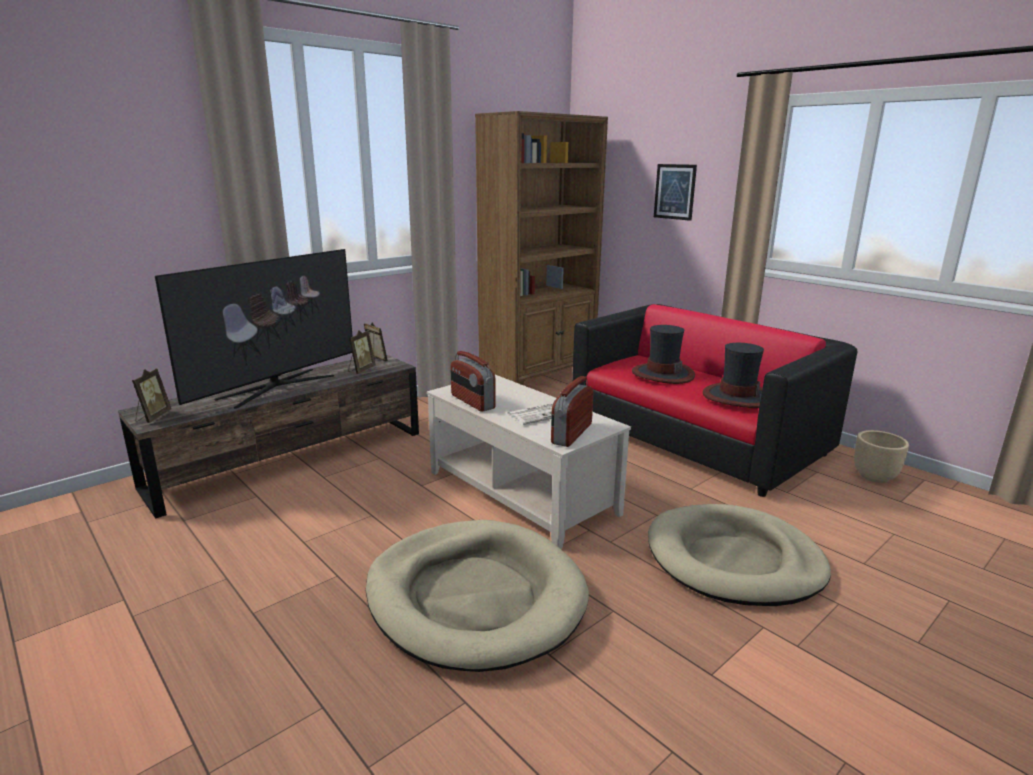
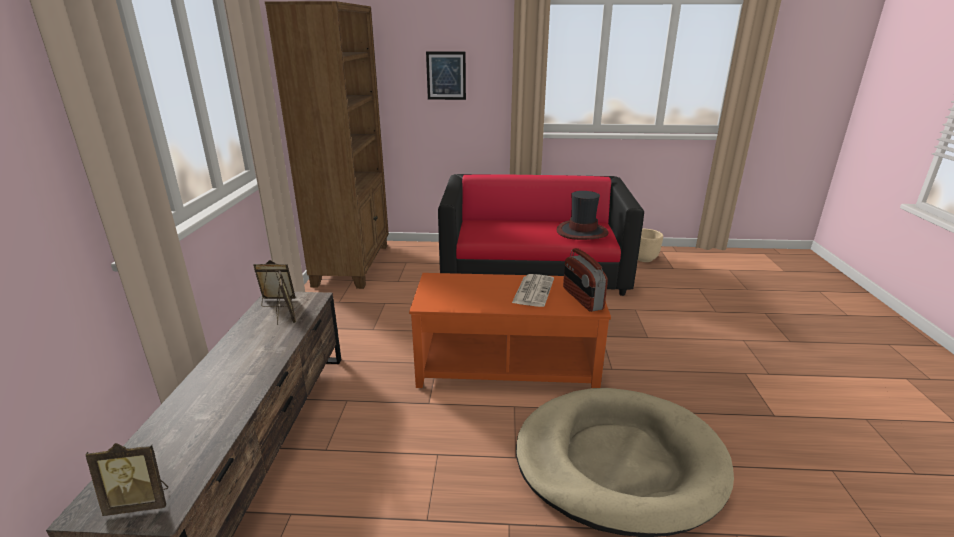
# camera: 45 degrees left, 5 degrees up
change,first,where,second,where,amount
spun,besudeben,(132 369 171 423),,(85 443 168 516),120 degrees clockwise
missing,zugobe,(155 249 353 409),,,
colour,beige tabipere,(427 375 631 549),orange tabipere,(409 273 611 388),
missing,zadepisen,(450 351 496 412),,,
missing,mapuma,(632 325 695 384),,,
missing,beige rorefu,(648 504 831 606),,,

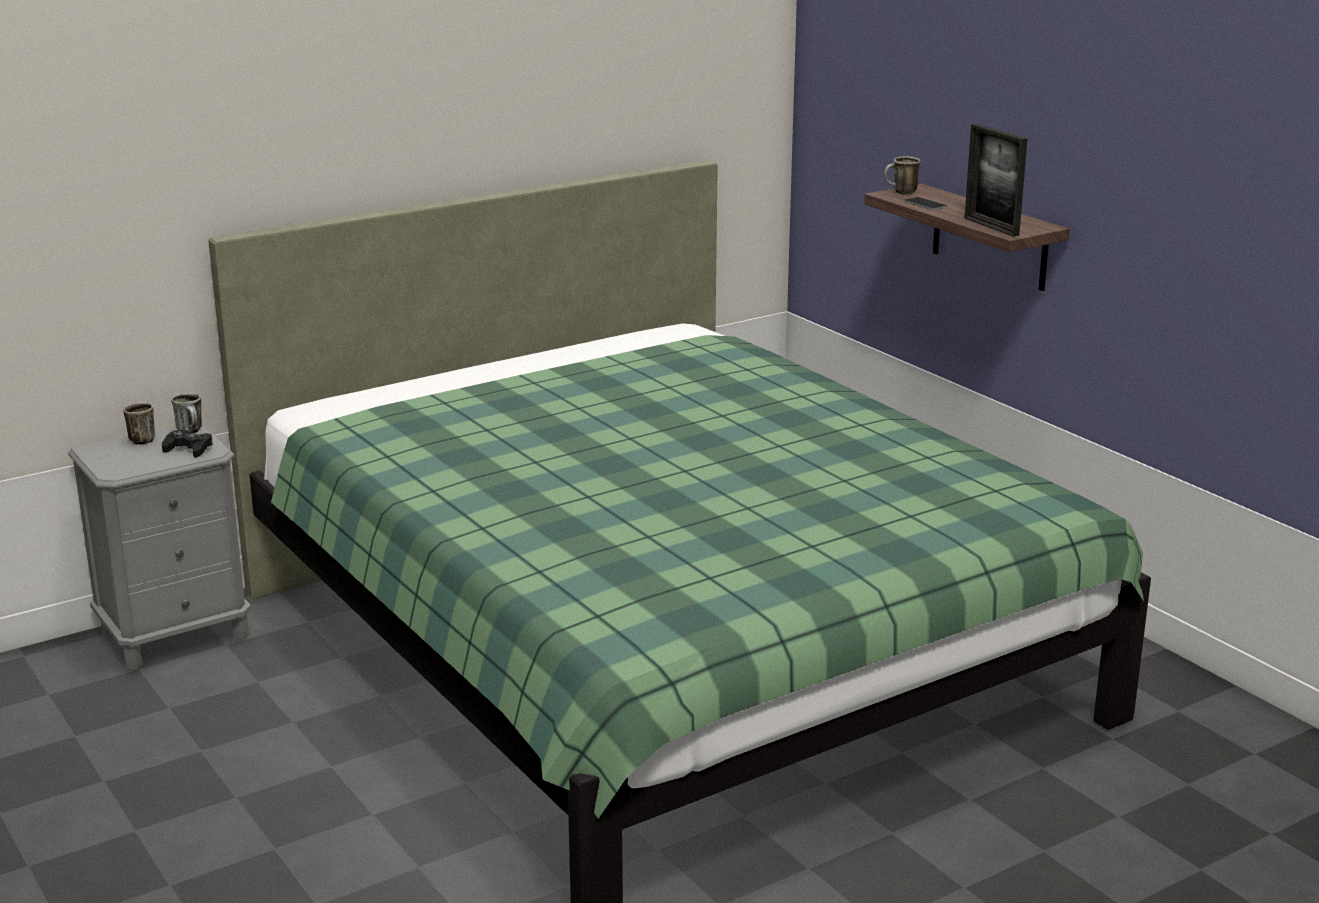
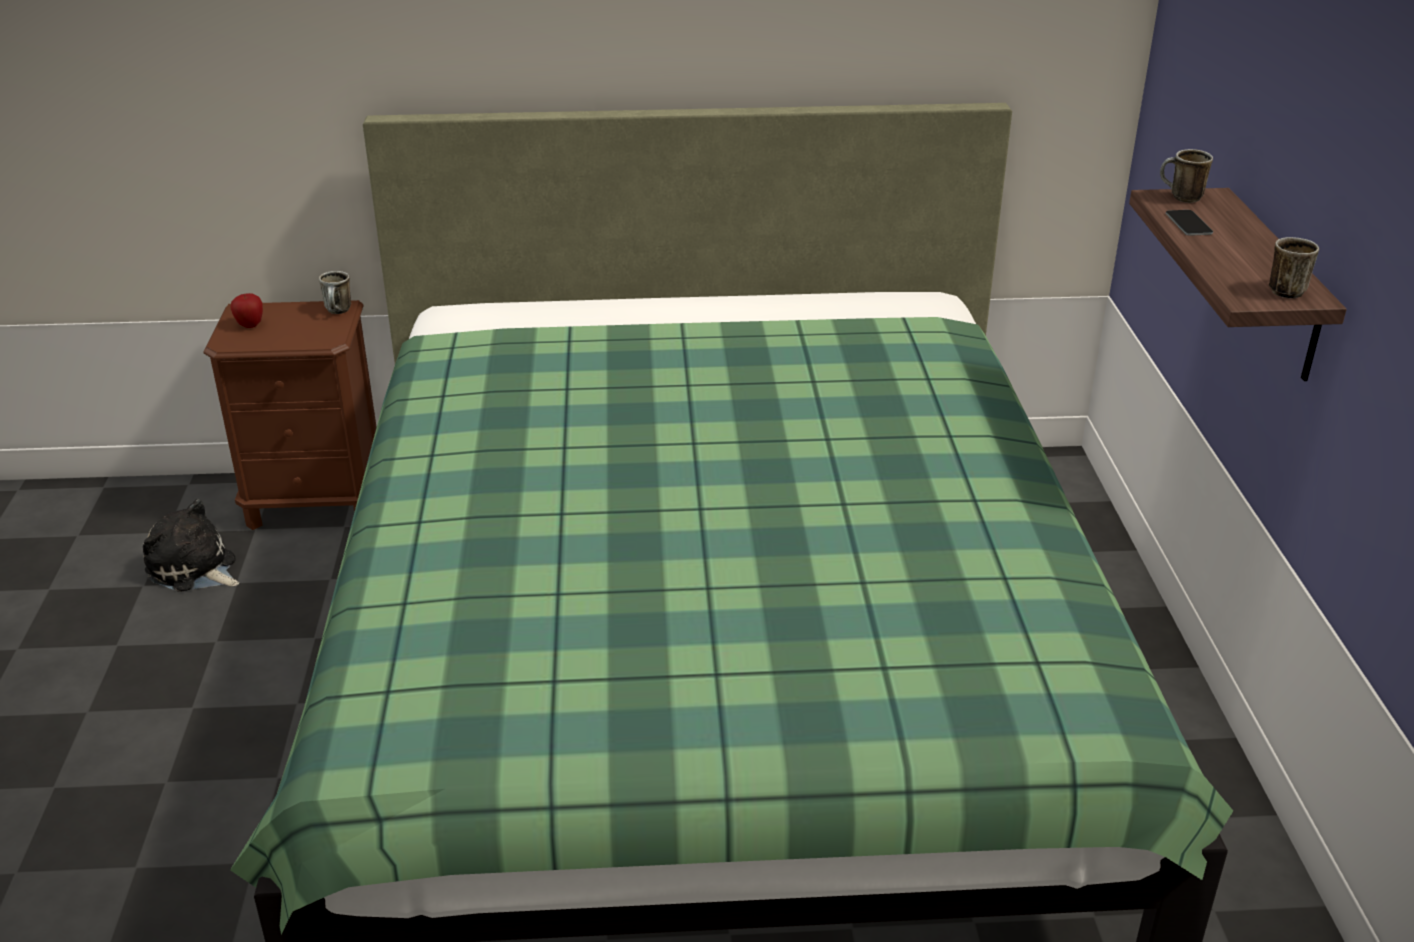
# camera: 30 degrees right, 10 degrees up
change,first,where,second,where,amount
colour,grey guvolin,(68 425 251 670),brown guvolin,(204 300 377 530),
relocated,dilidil,(123 402 155 445),,(1269 237 1319 298),
missing,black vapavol,(162 429 213 458),,,
missing,besudeben,(964 124 1028 237),,,
appeared,,,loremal,(143 499 239 592),
appeared,,,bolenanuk,(230 293 263 328),

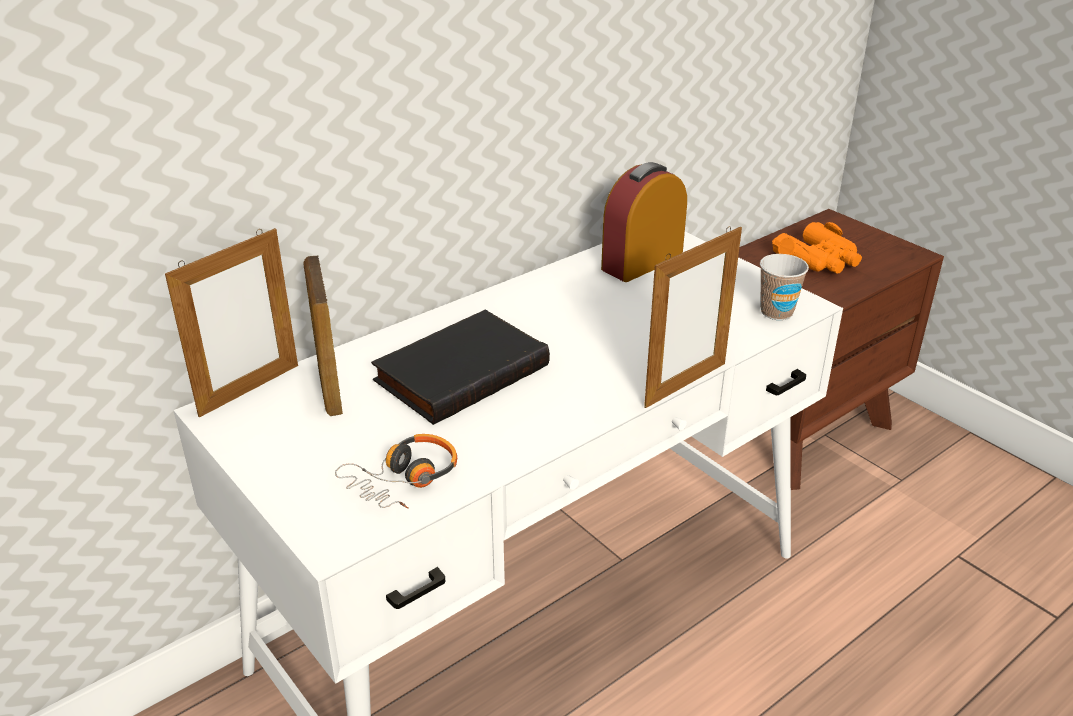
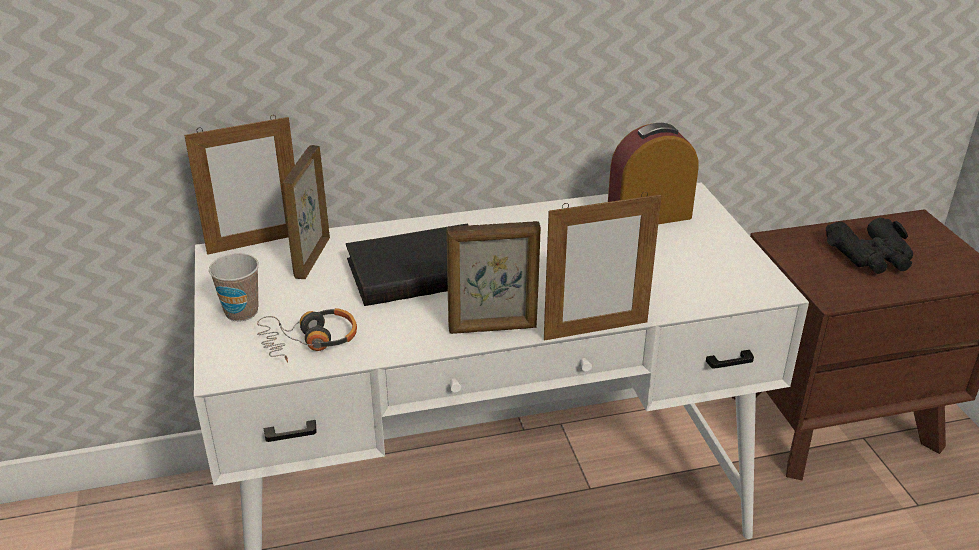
# camera: 25 degrees right, 0 degrees up
change,first,where,second,where,amount
relocated,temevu,(760 254 809 320),,(209 253 259 322),
colour,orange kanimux,(772 222 862 274),black kanimux,(826 218 913 274),
appeared,,,besudeben,(446 221 541 334),

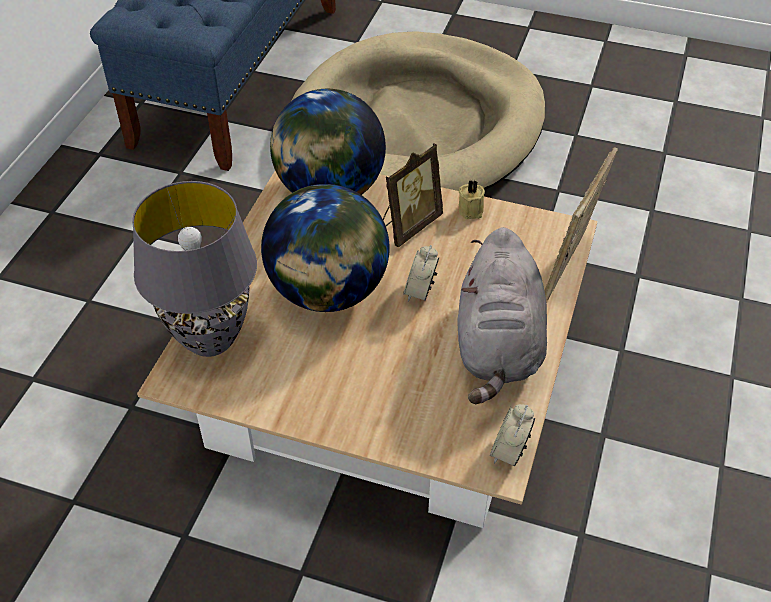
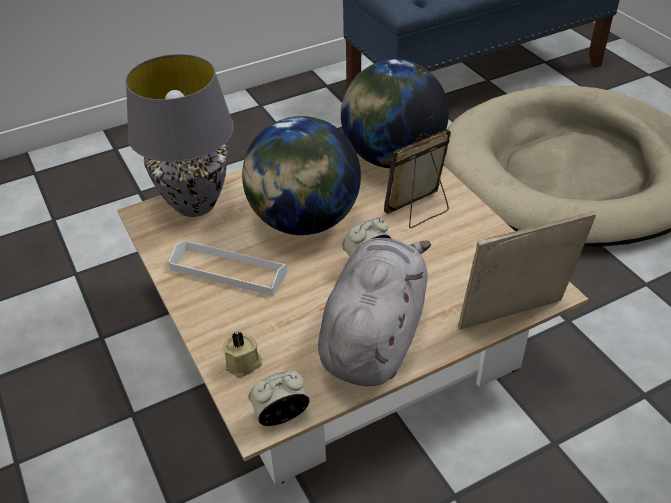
# camera: 45 degrees right, 5 degrees down
change,first,where,second,where,amount
spun,besudeben,(383 143 443 247),,(384 129 451 228),150 degrees clockwise
spun,grey loremal,(457 227 547 404),,(318 238 431 386),150 degrees clockwise
relocated,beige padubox,(458 180 485 219),,(223 332 262 378),
appeared,,,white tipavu,(169 240 287 296),

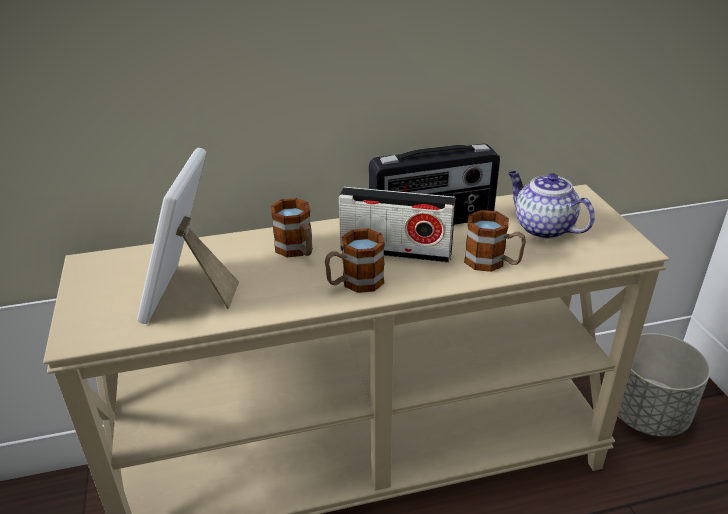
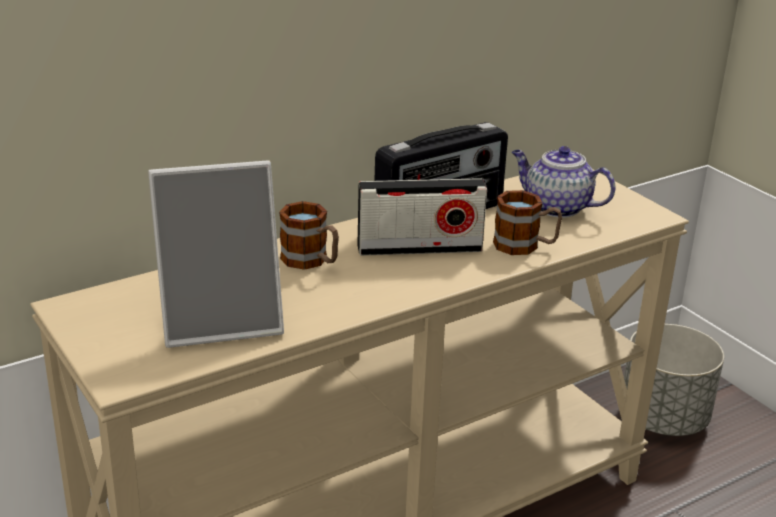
# camera: 20 degrees left, 5 degrees down
change,first,where,second,where,amount
spun,besudeben,(137 148 239 324),,(148 160 284 348),90 degrees counterclockwise
missing,dilidil,(325 228 385 293),,,

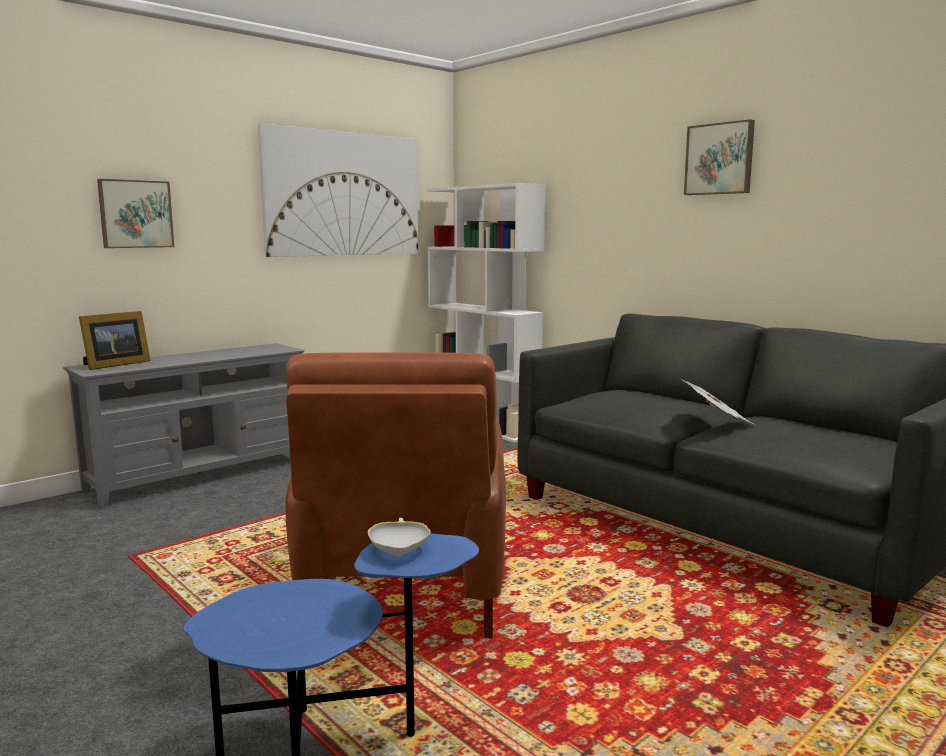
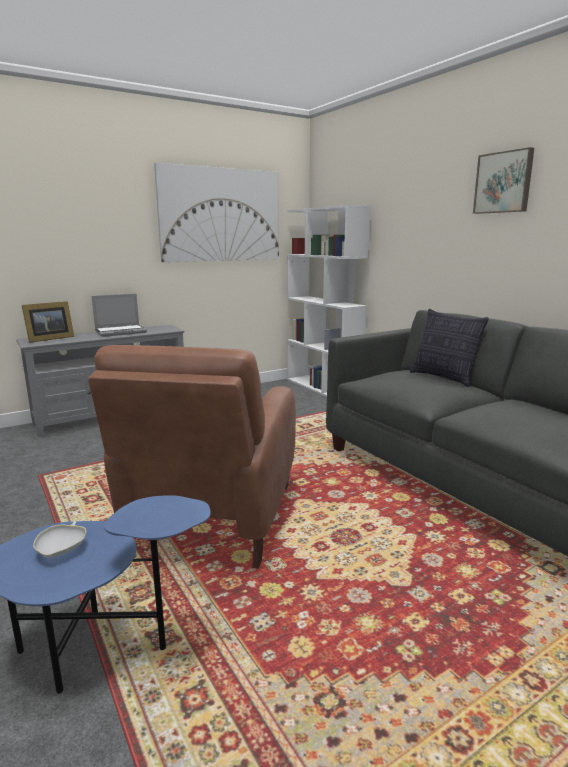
# camera: 10 degrees right, 5 degrees up
change,first,where,second,where,amount
missing,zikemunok,(97 179 174 248),,,
relocated,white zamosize,(368 518 431 556),,(33 521 86 558),
missing,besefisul,(680 379 756 425),,,
appeared,,,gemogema,(91 294 147 337),
appeared,,,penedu,(410 309 489 387),

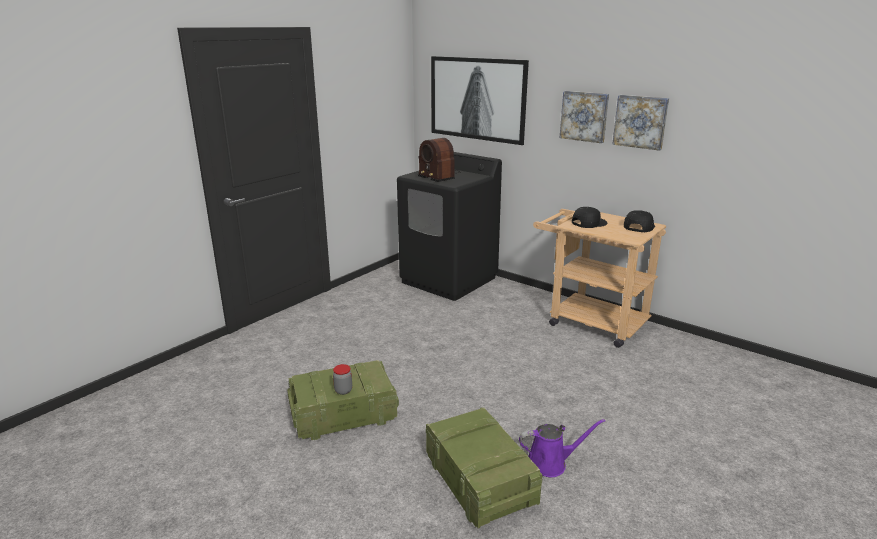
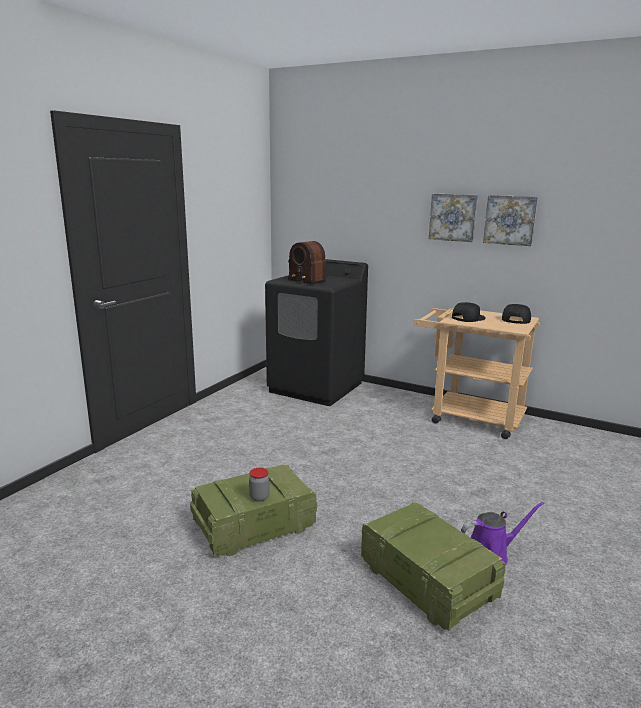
# camera: 10 degrees left, 5 degrees down
change,first,where,second,where,amount
missing,zikemunok,(431 56 529 145),,,

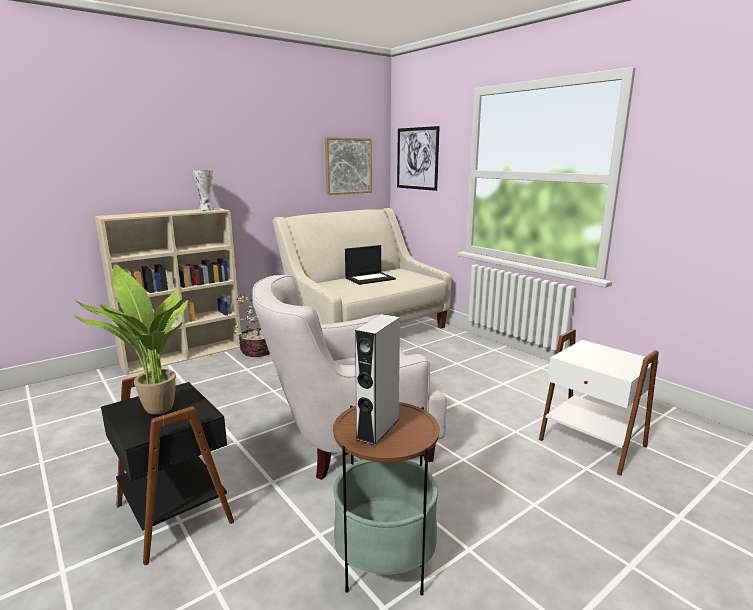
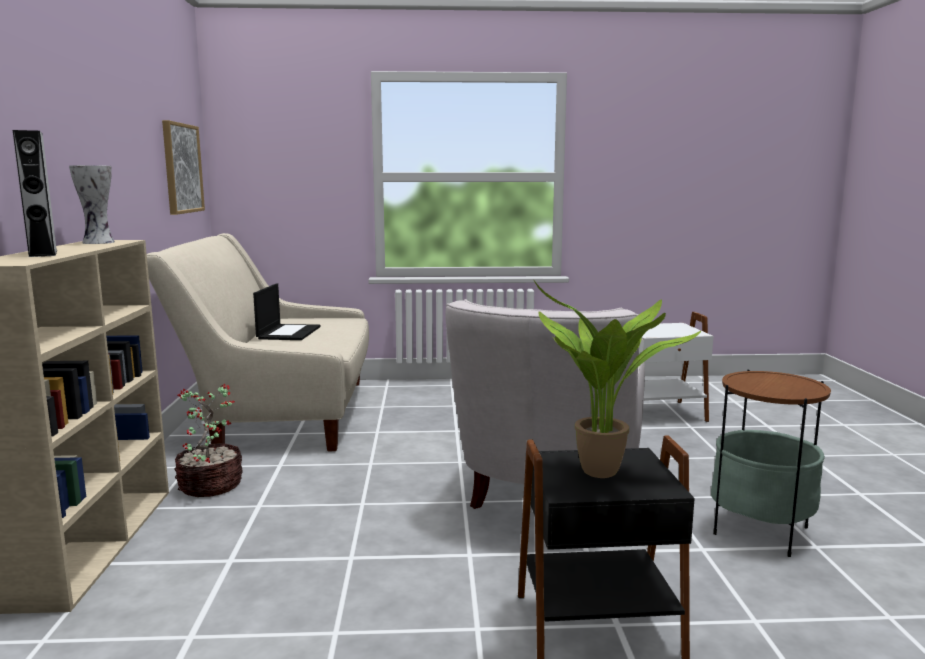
# camera: 55 degrees left, 5 degrees down
change,first,where,second,where,amount
relocated,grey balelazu,(355 314 400 445),,(13 130 57 257),
missing,zikemunok,(397 126 440 191),,,

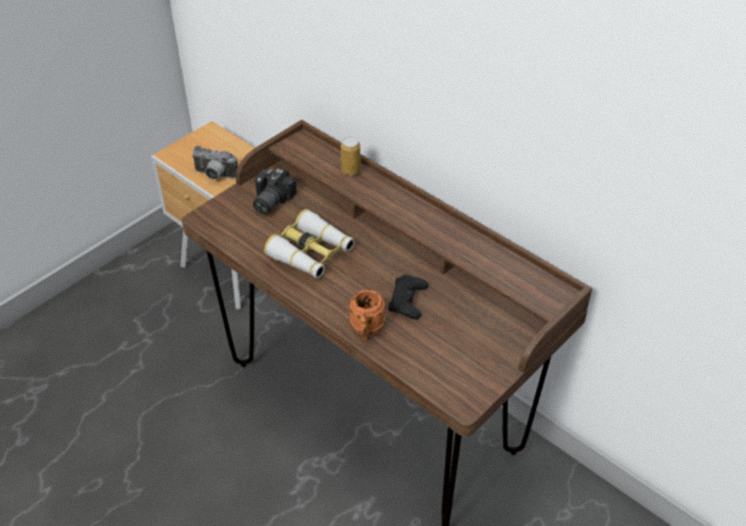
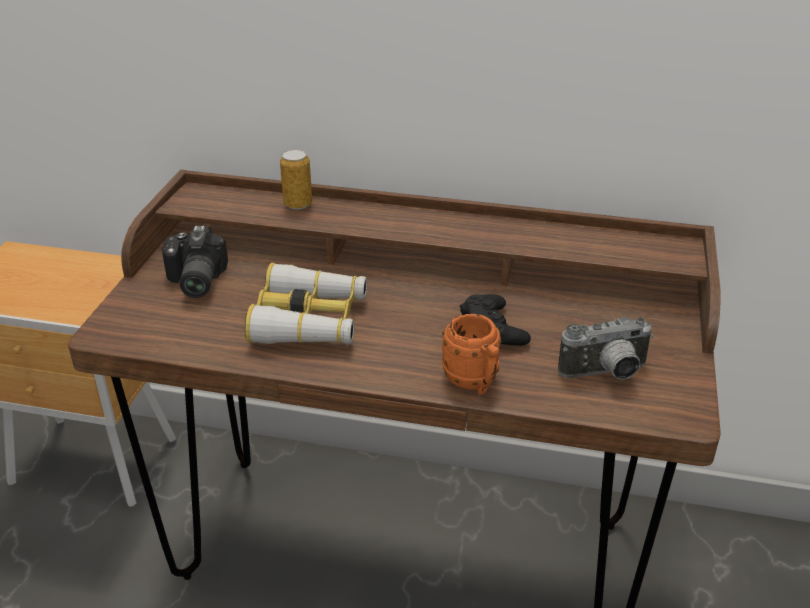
# camera: 30 degrees left, 10 degrees down
change,first,where,second,where,amount
relocated,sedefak,(192 146 238 180),,(558 317 653 380),

